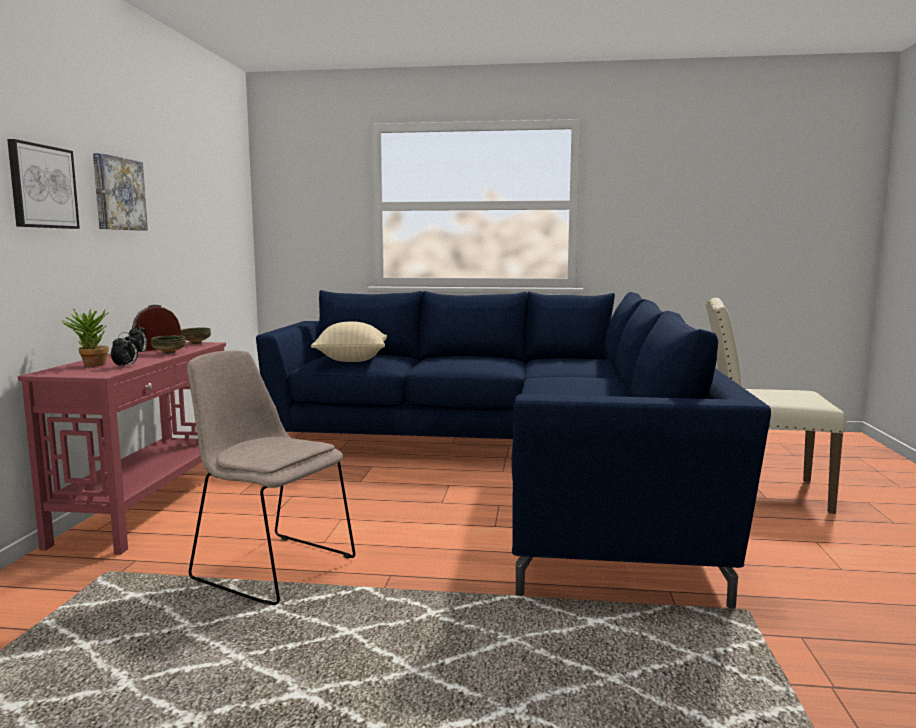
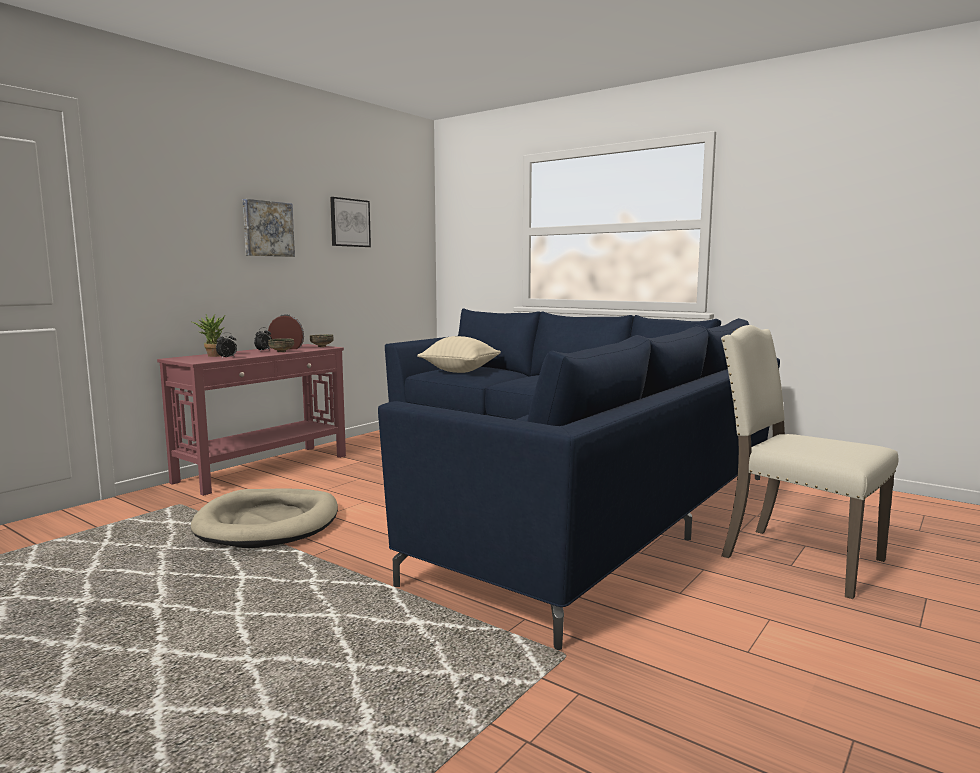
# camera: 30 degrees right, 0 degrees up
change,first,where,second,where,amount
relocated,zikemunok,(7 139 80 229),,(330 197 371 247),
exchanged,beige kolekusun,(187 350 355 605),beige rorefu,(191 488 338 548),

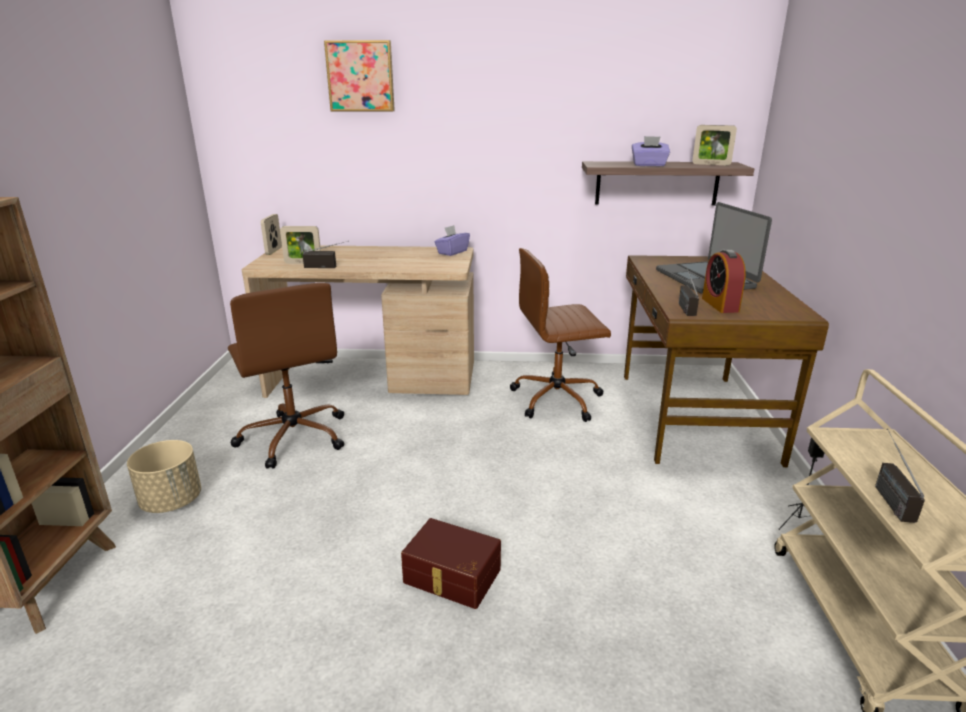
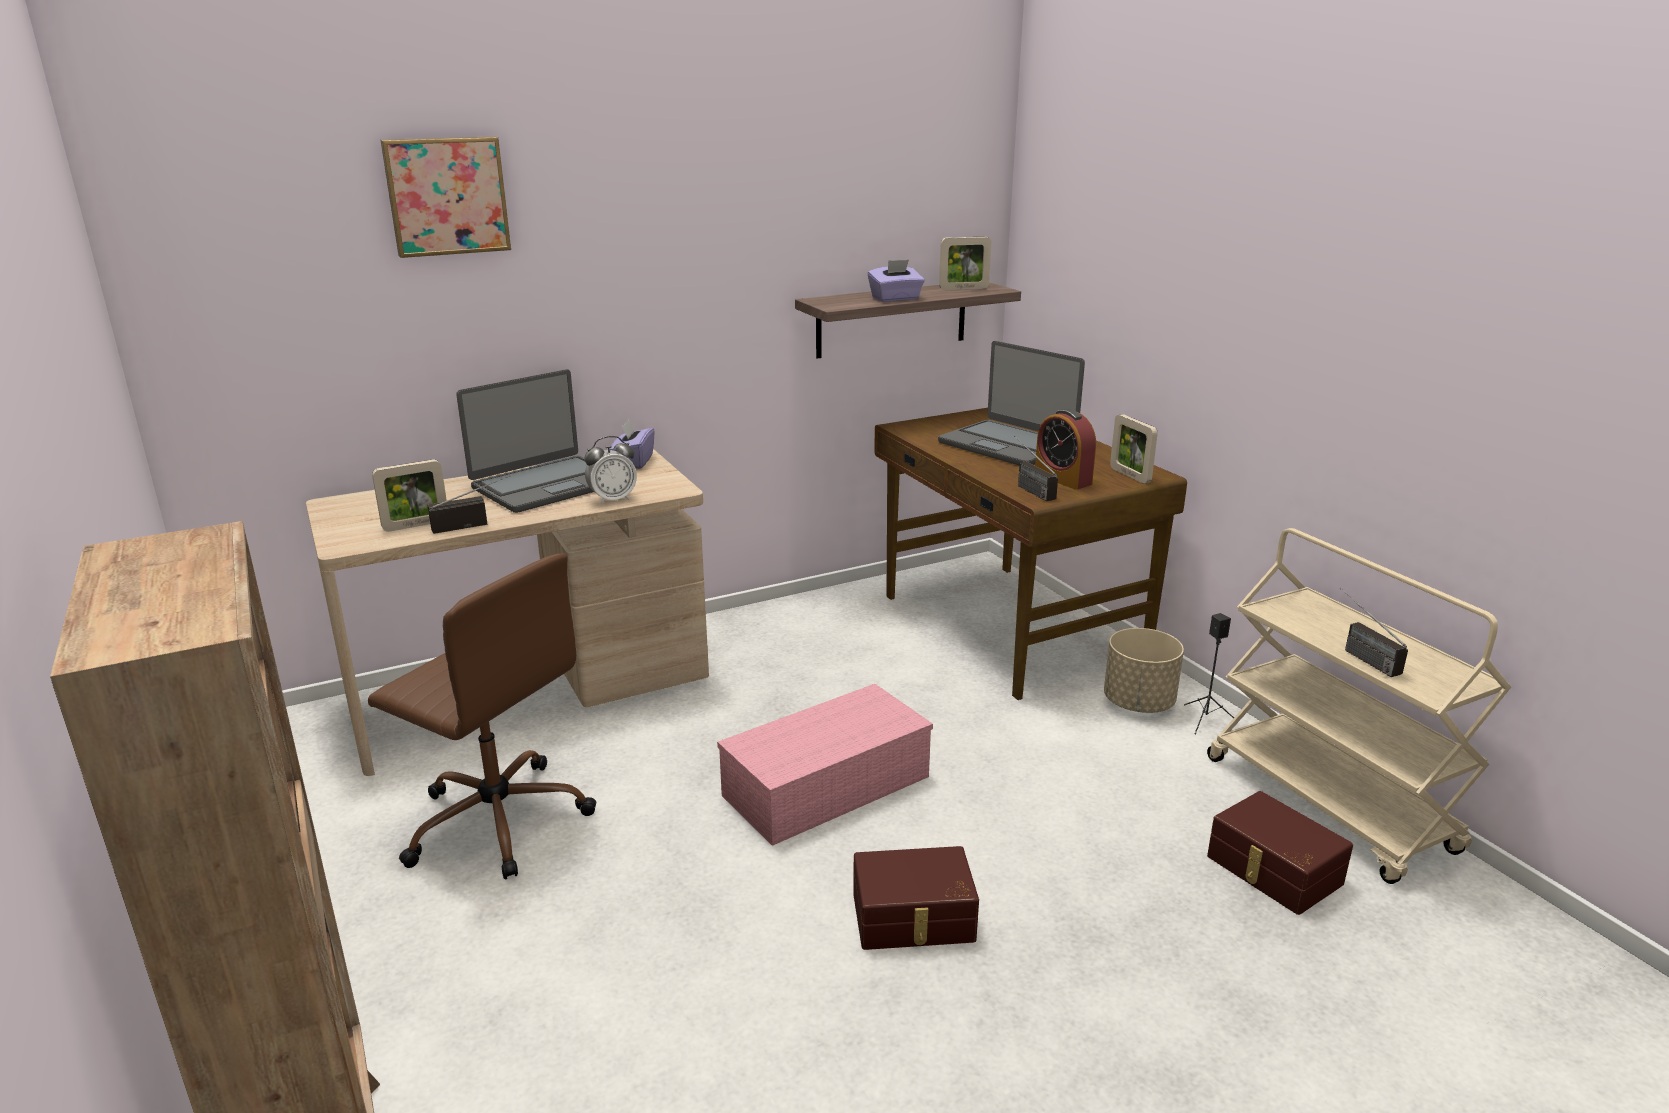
# camera: 30 degrees left, 0 degrees up
change,first,where,second,where,amount
relocated,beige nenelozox,(127 440 201 513),,(1104 628 1184 713),
relocated,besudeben,(261 214 282 255),,(1110 414 1158 484),
missing,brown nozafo,(510 248 611 422),,,
appeared,,,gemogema,(456 369 594 513),
appeared,,,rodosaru,(584 436 637 505),
appeared,,,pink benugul,(717 684 933 846),
appeared,,,brown benugul,(1207 791 1353 915),

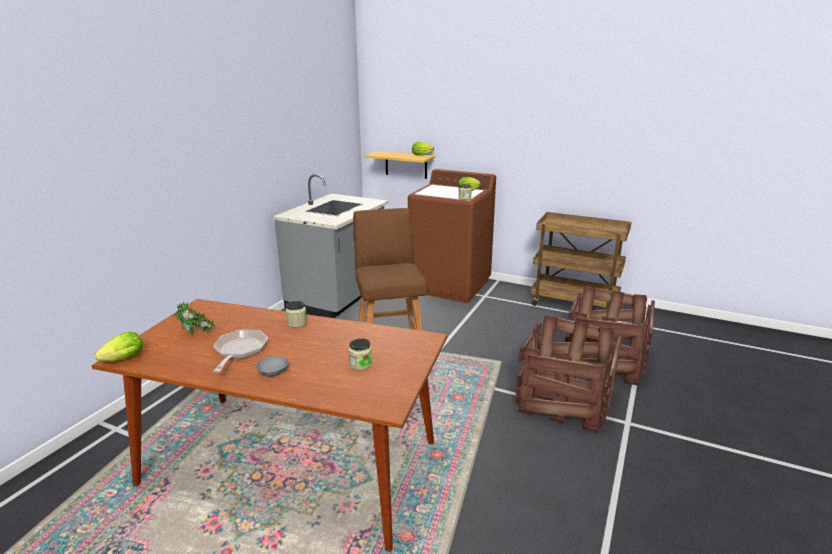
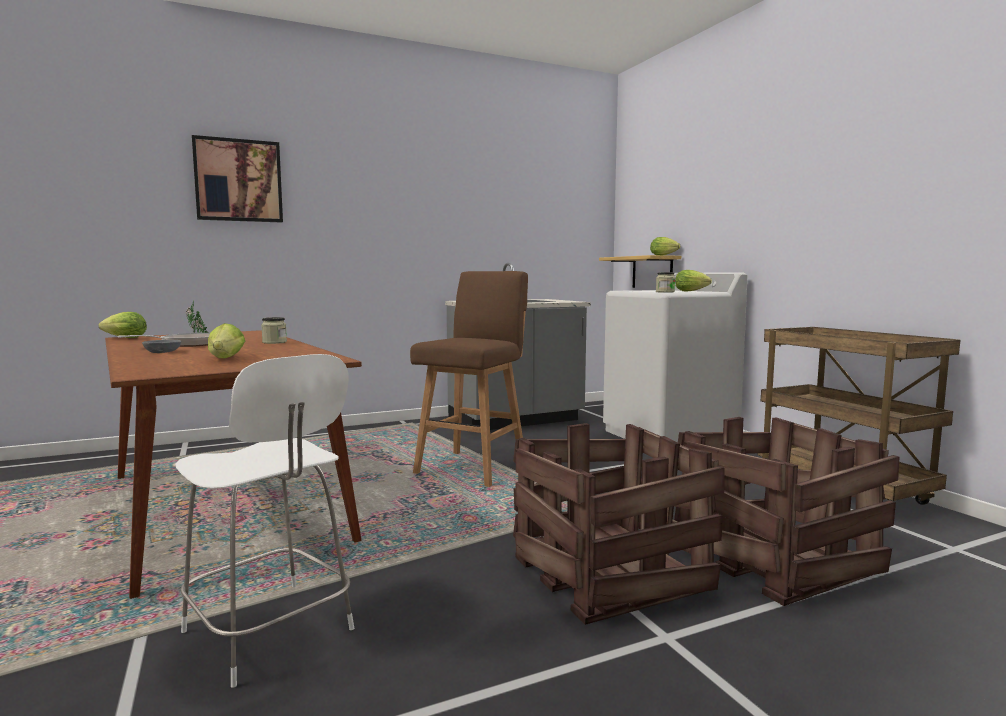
# camera: 40 degrees right, 15 degrees down
change,first,where,second,where,amount
exchanged,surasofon,(349 338 372 370),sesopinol,(208 323 245 358),
colour,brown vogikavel,(408 169 496 303),white vogikavel,(603 272 747 442),
appeared,,,white kolekusun,(175 354 354 688),
appeared,,,zikemunok,(192 135 283 223),

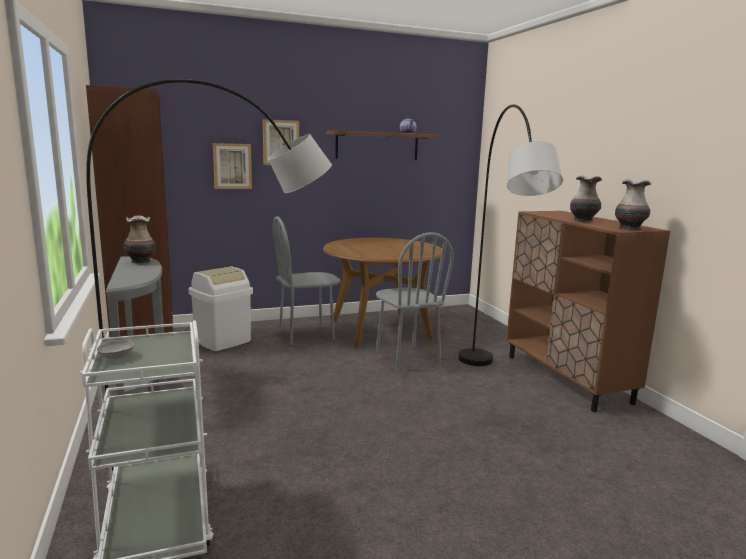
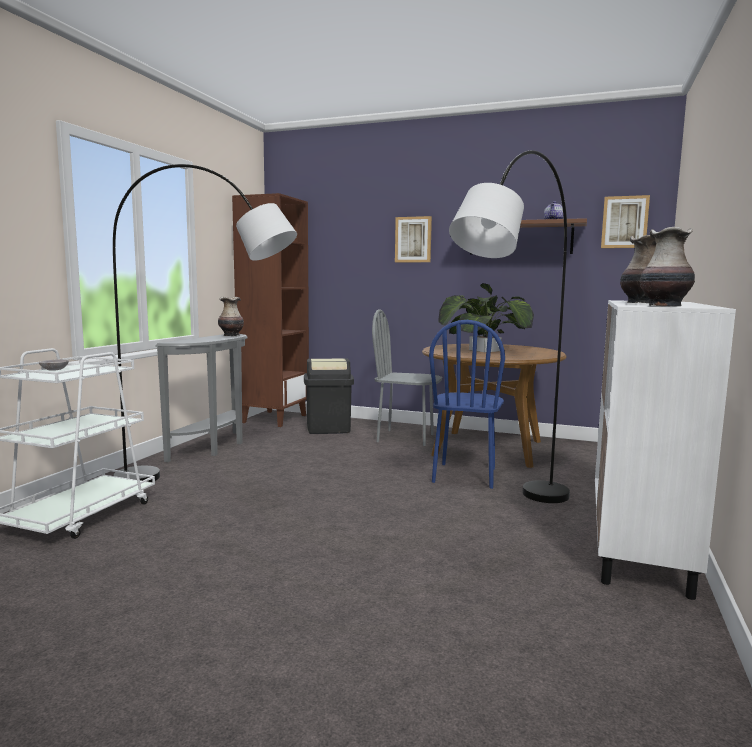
# camera: 40 degrees right, 5 degrees down
change,first,where,second,where,amount
colour,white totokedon,(188 266 253 351),black totokedon,(304 358 354 434),
relocated,zikemunok,(213 143 252 189),,(601 195 650 248),
colour,grey kolekusun,(376 232 454 371),blue kolekusun,(429 320 505 489),
colour,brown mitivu,(506 211 670 412),white mitivu,(595 300 736 600),
appeared,,,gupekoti,(438 283 534 352),

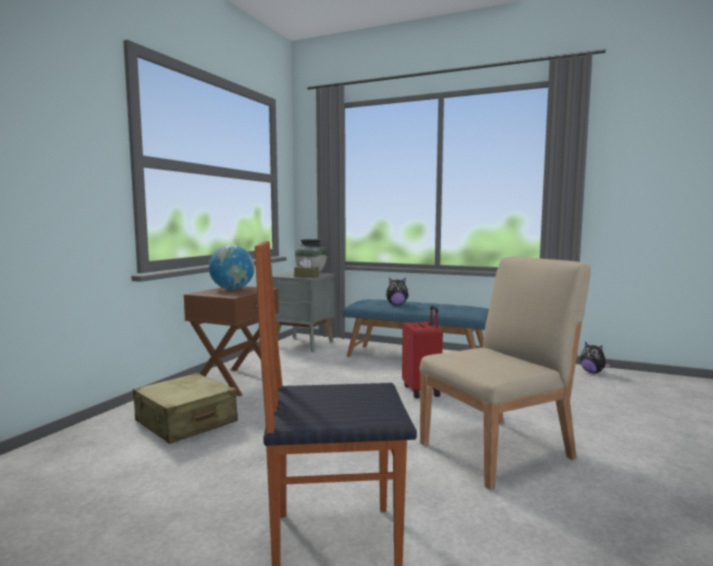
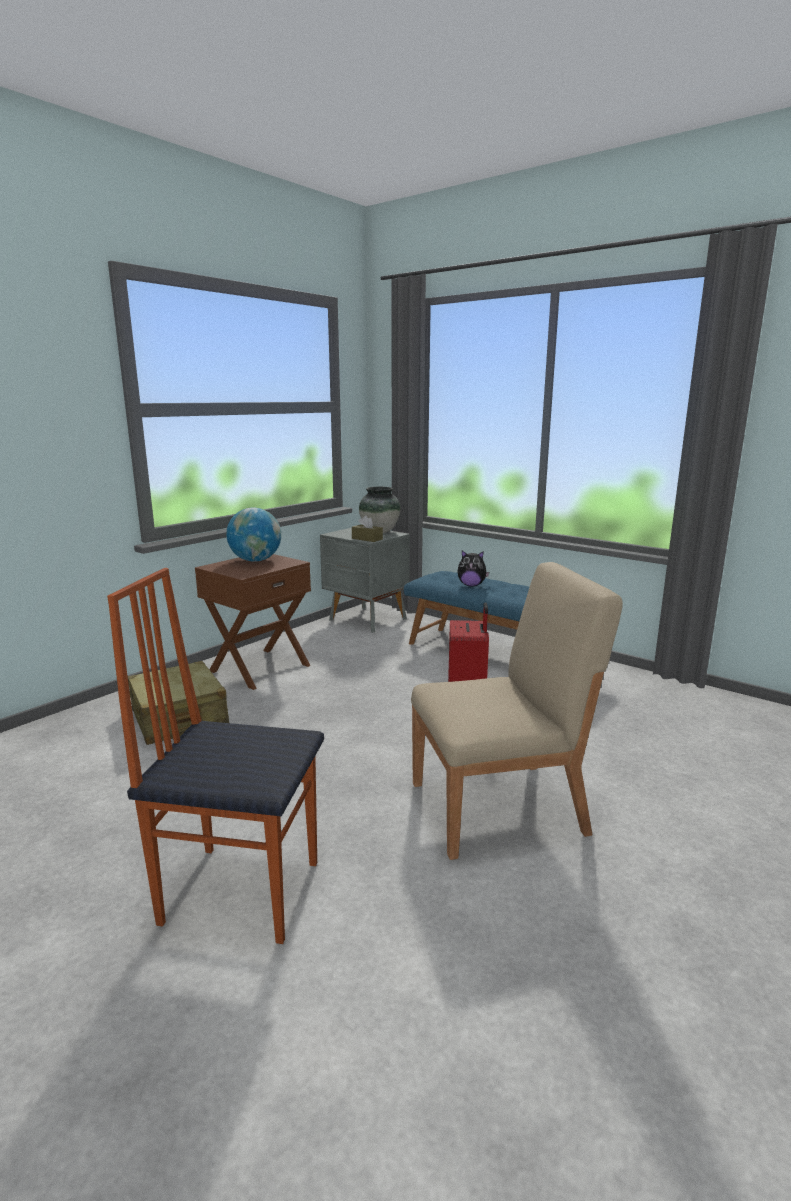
# camera: 15 degrees right, 10 degrees up
change,first,where,second,where,amount
missing,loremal,(580 342 610 373),,,

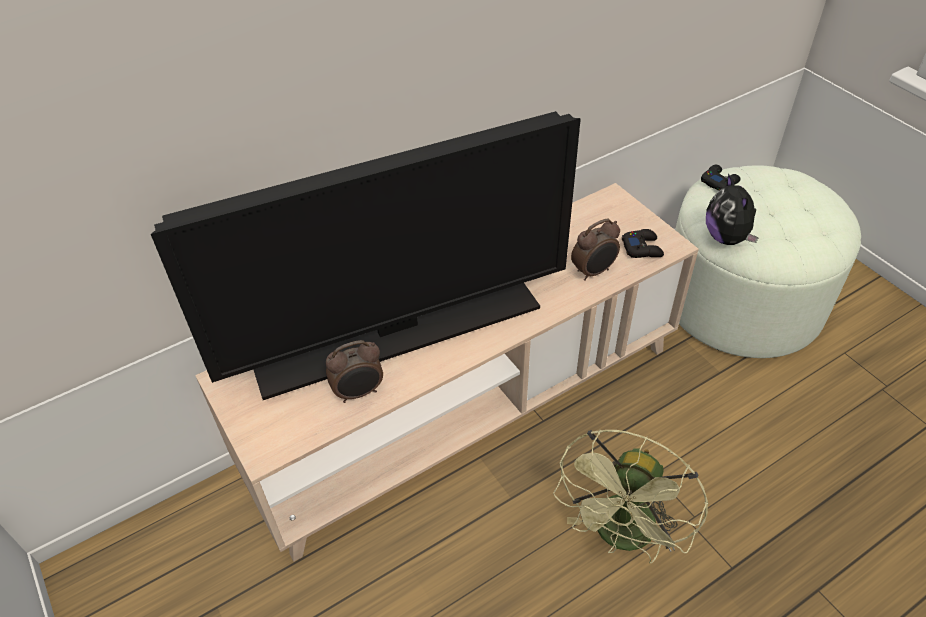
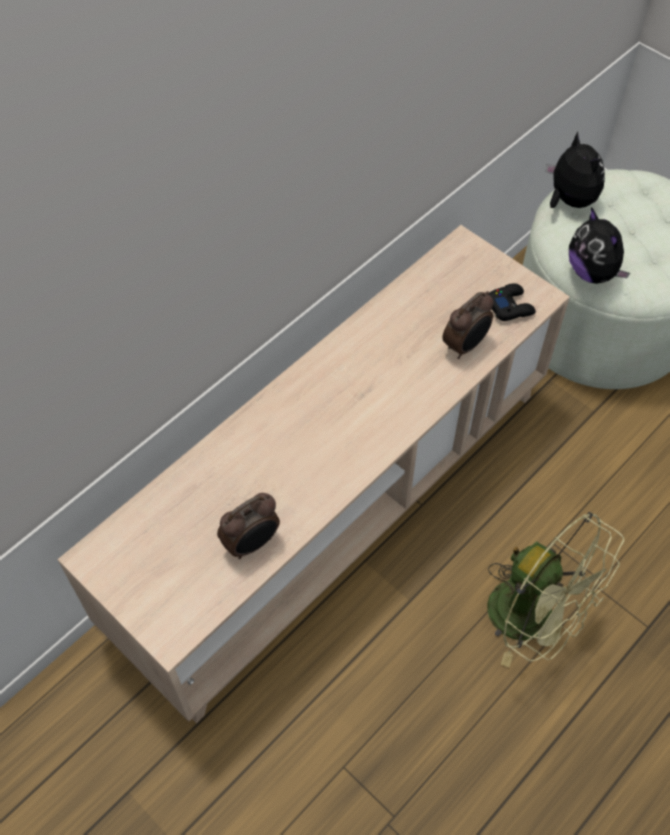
# camera: 15 degrees left, 10 degrees up
change,first,where,second,where,amount
missing,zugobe,(151 111 581 400),,,
spun,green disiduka,(553 429 709 563),,(487 512 624 667),60 degrees counterclockwise
exchanged,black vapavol,(701 165 741 191),loremal,(545 132 605 208),

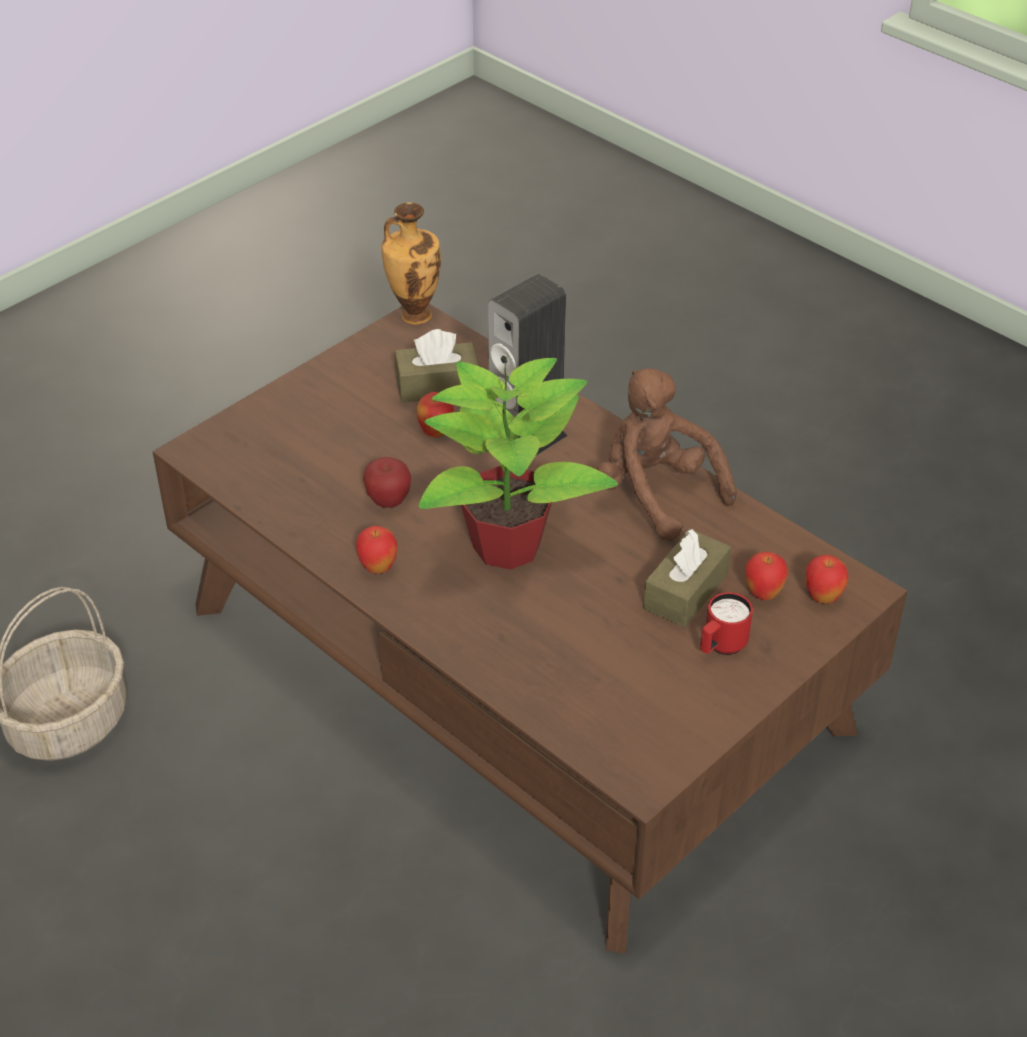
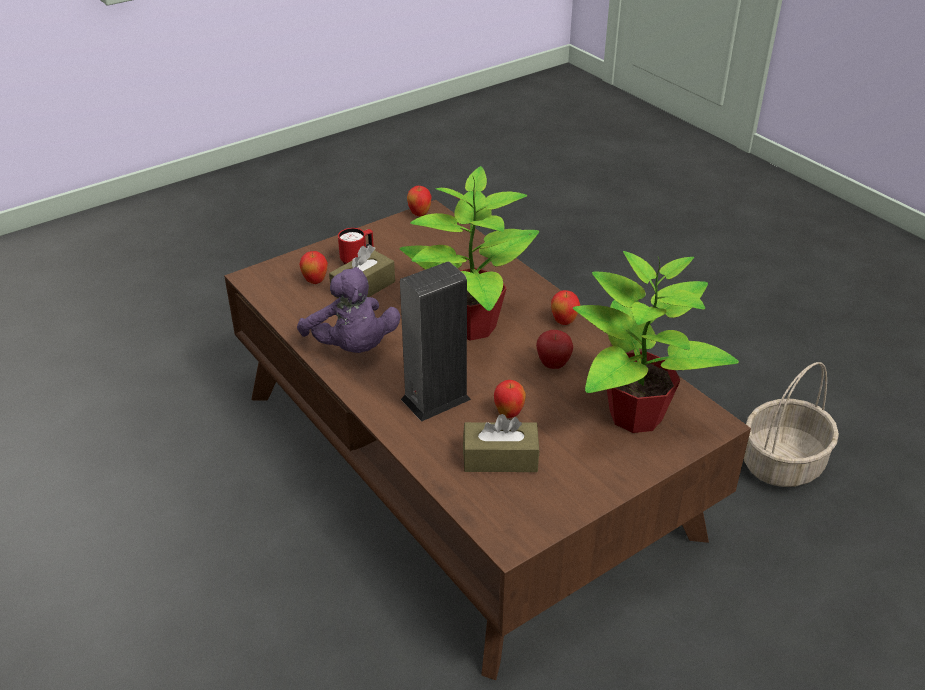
# camera: 170 degrees left, 5 degrees down
change,first,where,second,where,amount
missing,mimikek,(381 202 441 325),,,
colour,brown loremal,(597 368 737 541),purple loremal,(297 267 401 353),
relocated,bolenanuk,(805 555 848 604),,(407 186 432 216),
appeared,,,gupekoti,(573 251 739 433),

